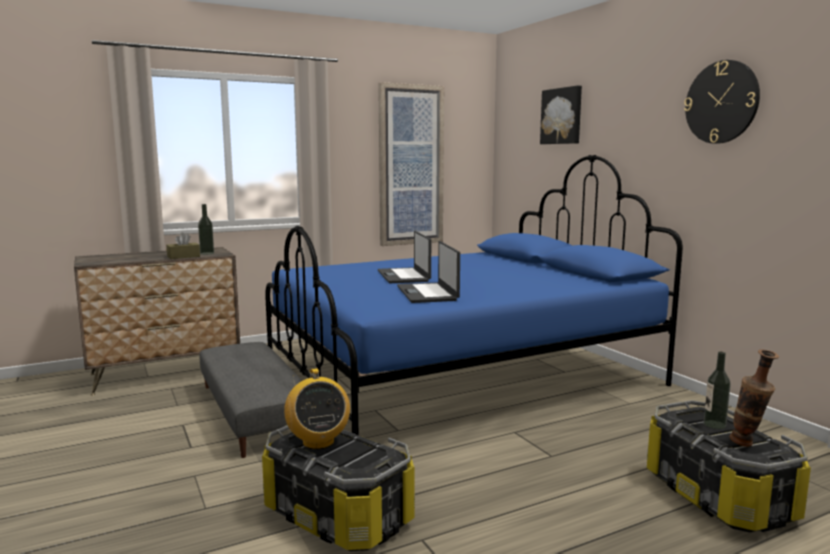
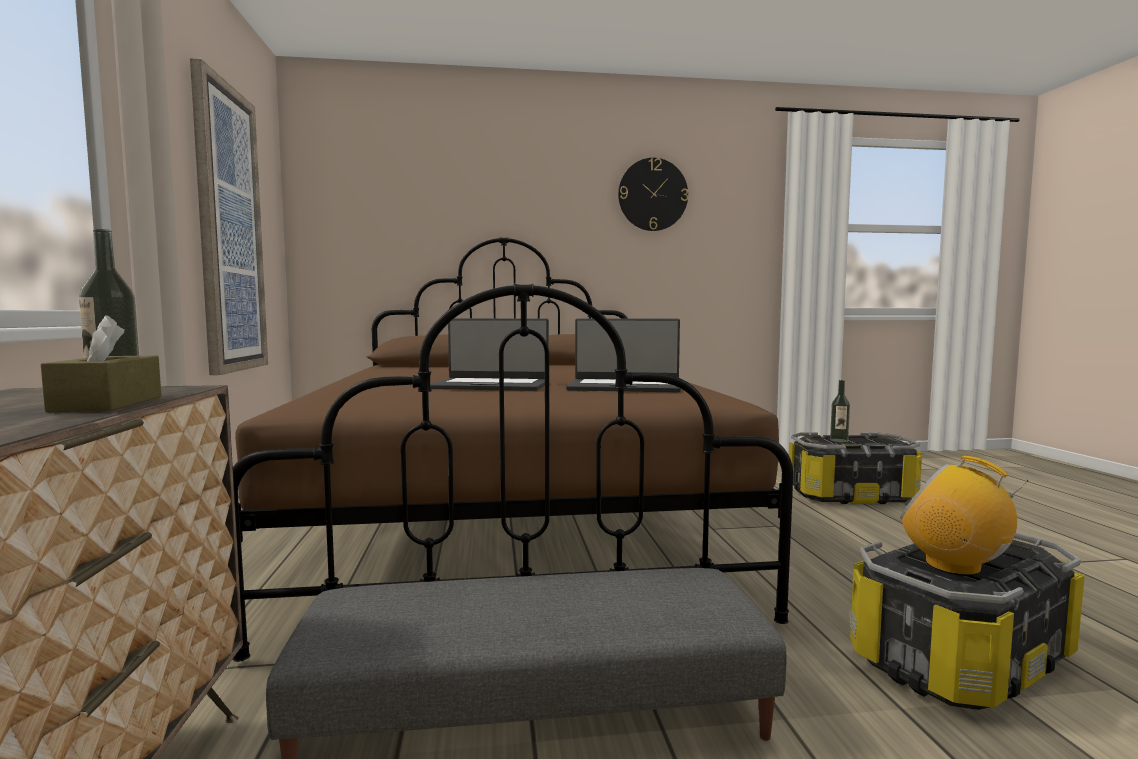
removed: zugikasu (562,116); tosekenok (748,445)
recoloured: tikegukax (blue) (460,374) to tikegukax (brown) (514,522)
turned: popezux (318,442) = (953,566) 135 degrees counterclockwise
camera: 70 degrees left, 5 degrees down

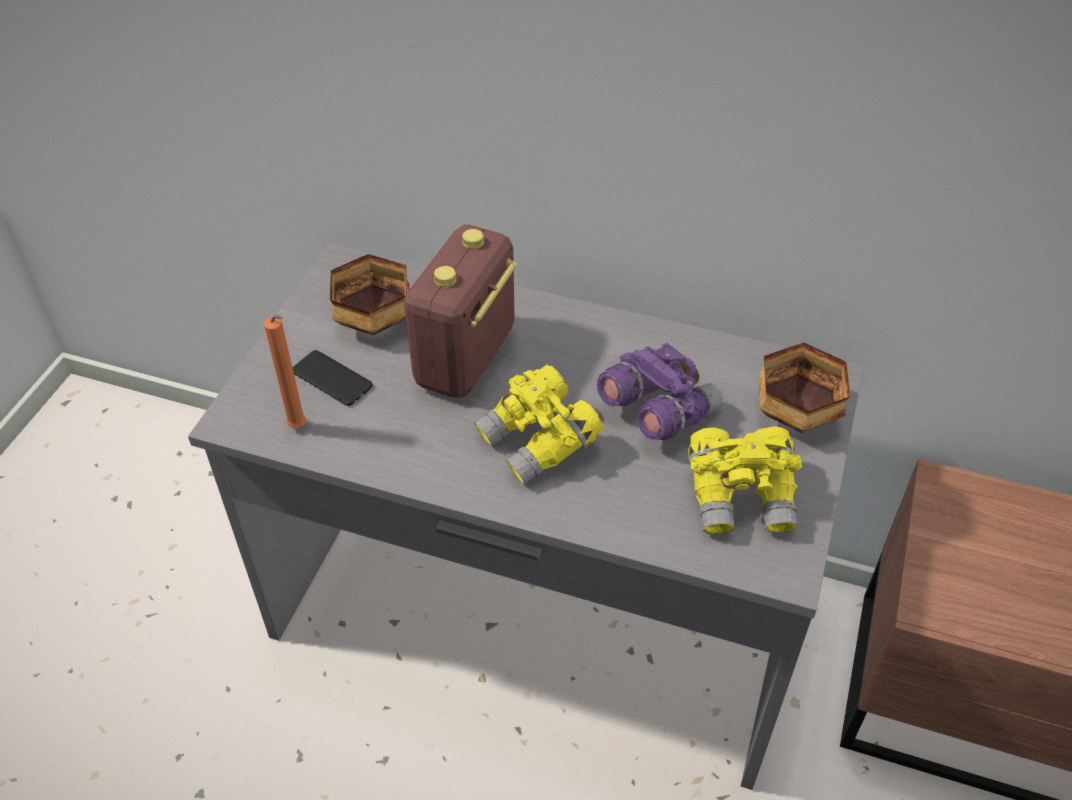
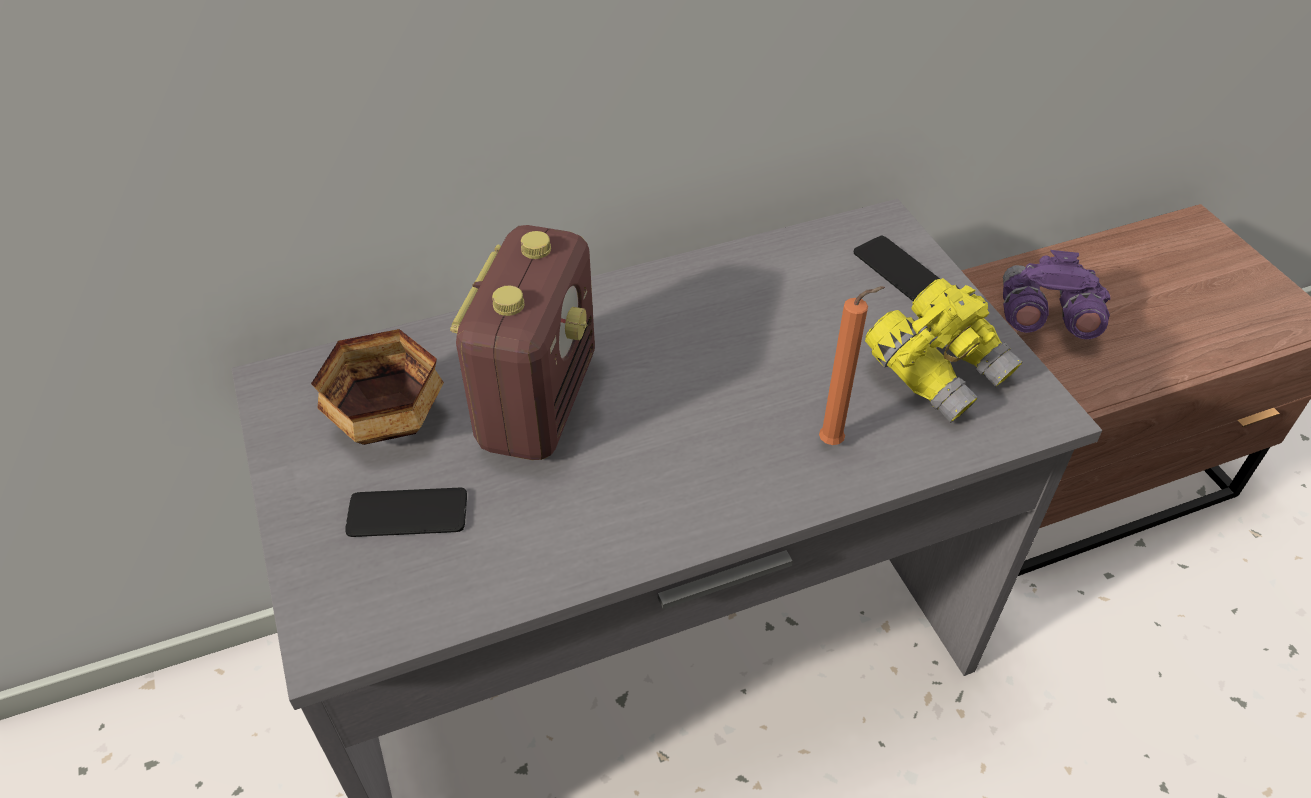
removed: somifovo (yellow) (539,442)
moved: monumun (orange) (299,428) to (835,442); somifovo (purple) (656,411) to (1043,320)
replaced: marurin (799,414) to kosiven (898,270)
turned: popezux (465,358) = (537,400) 150 degrees counterclockwise
camera: 40 degrees left, 0 degrees up

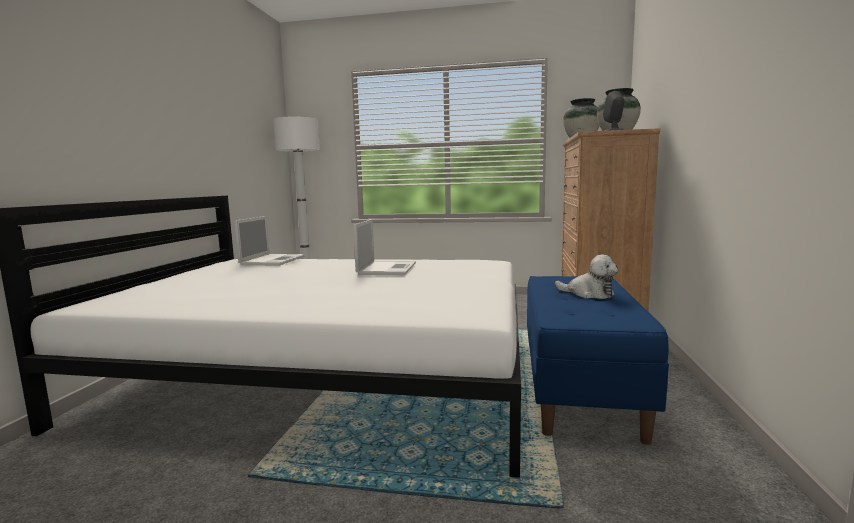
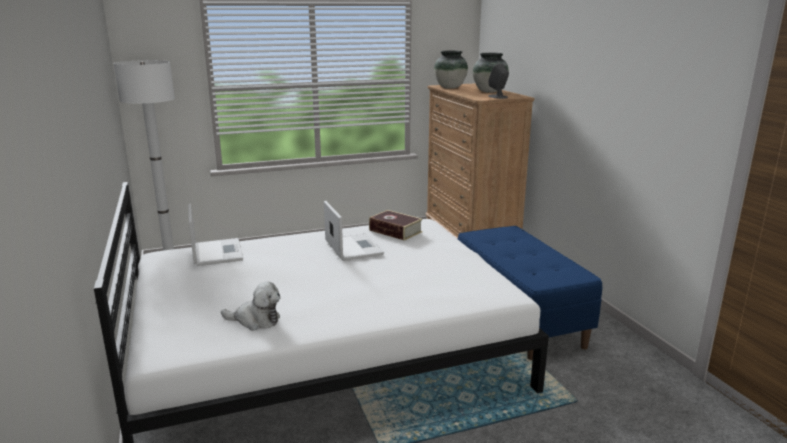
added: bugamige (395,231)
moved: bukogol (589,294) to (255,320)
camera: 30 degrees left, 10 degrees up

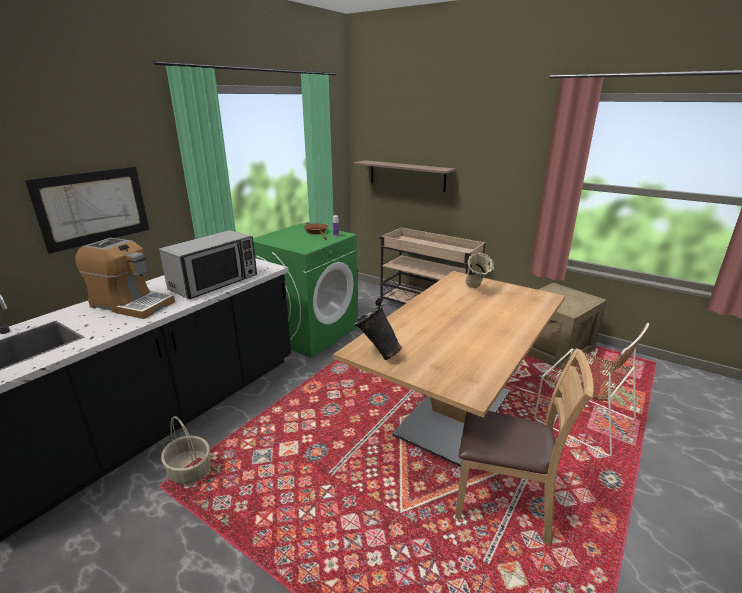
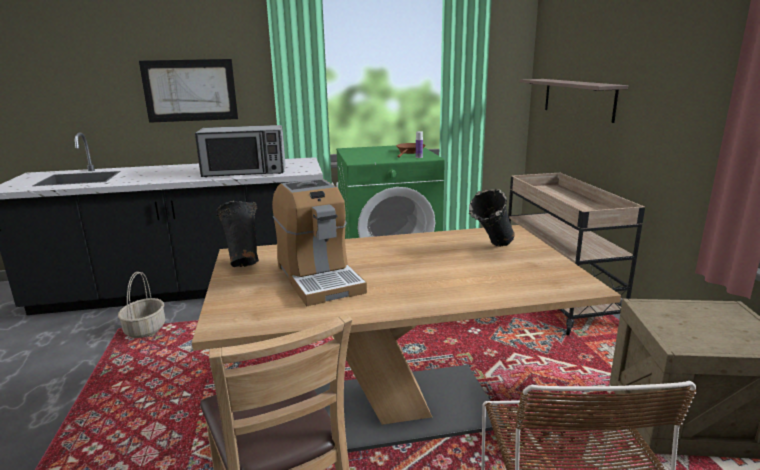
moved: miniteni (131,304) to (318,278)
recoloured: tosekenok (beige) (475,291) to tosekenok (black) (491,249)
camera: 45 degrees right, 5 degrees down

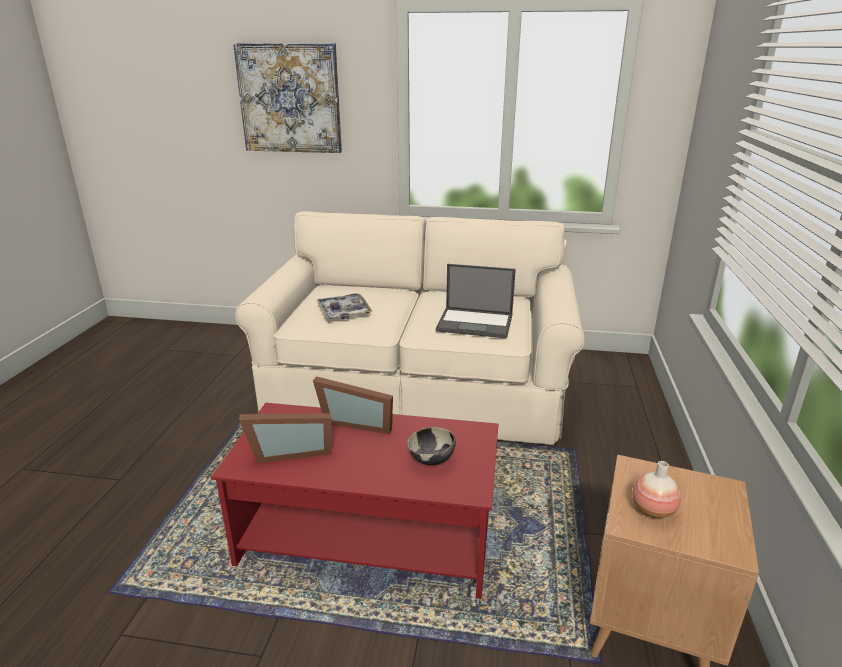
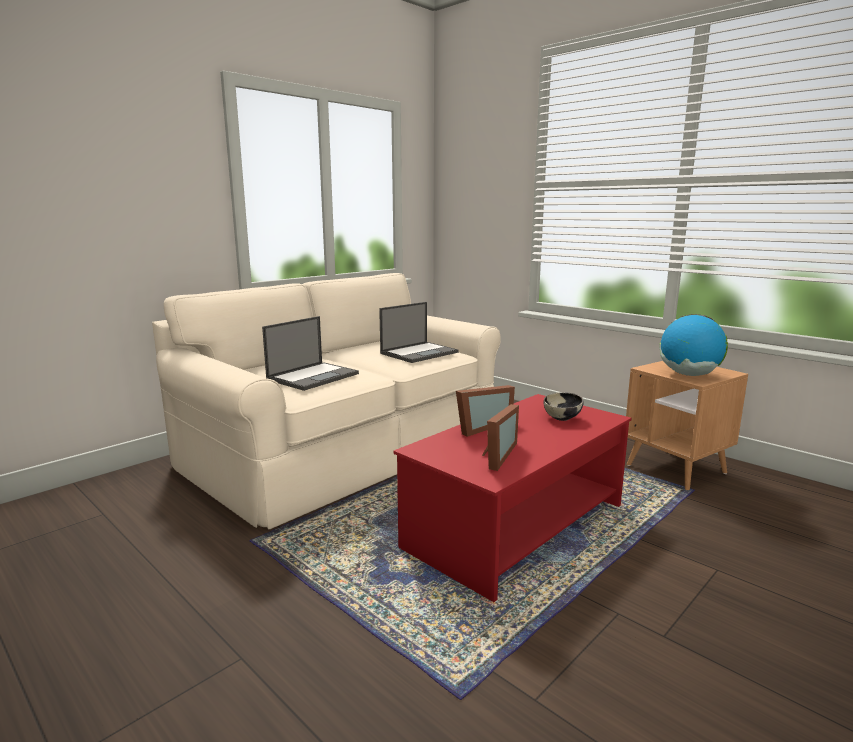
removed: zugikasu (290,98)
replaced: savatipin (344,312) to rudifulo (313,376); tosekenok (653,510) to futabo (689,375)
camera: 55 degrees left, 10 degrees down

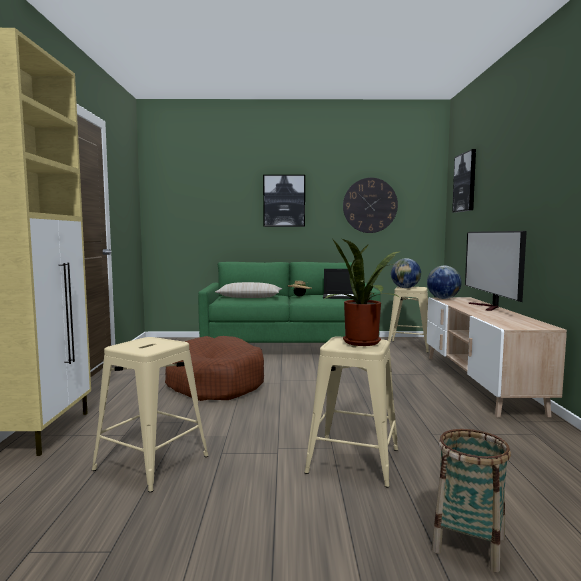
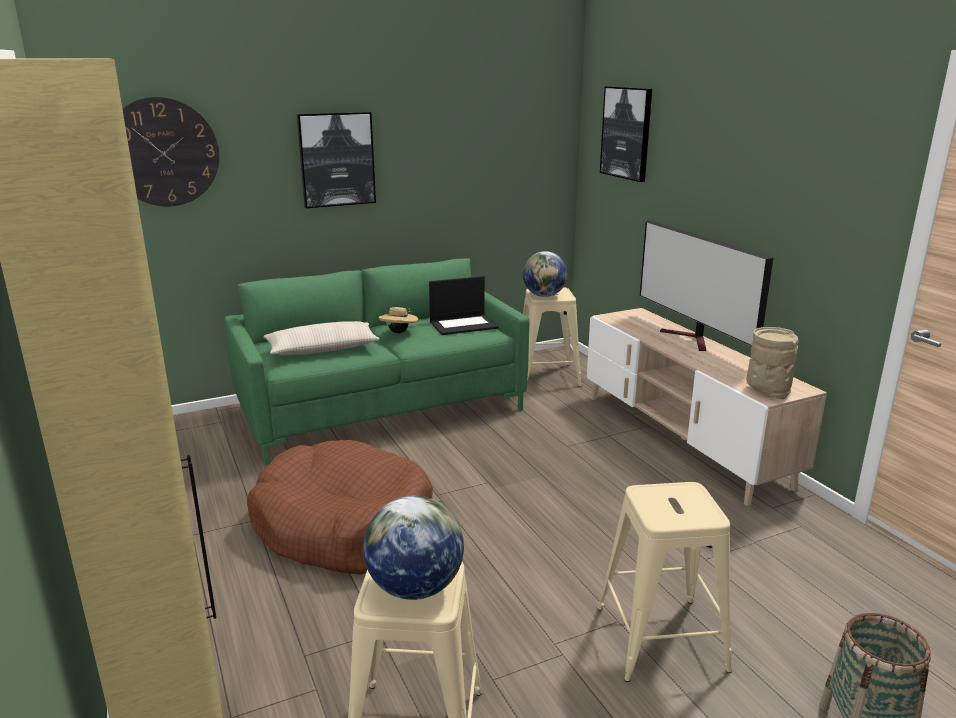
removed: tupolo (364,343)
added: tosekenok (beige) (767,390)
moved: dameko (370,205) to (163,152); futabo (443,298) to (415,588)
camera: 25 degrees left, 15 degrees up

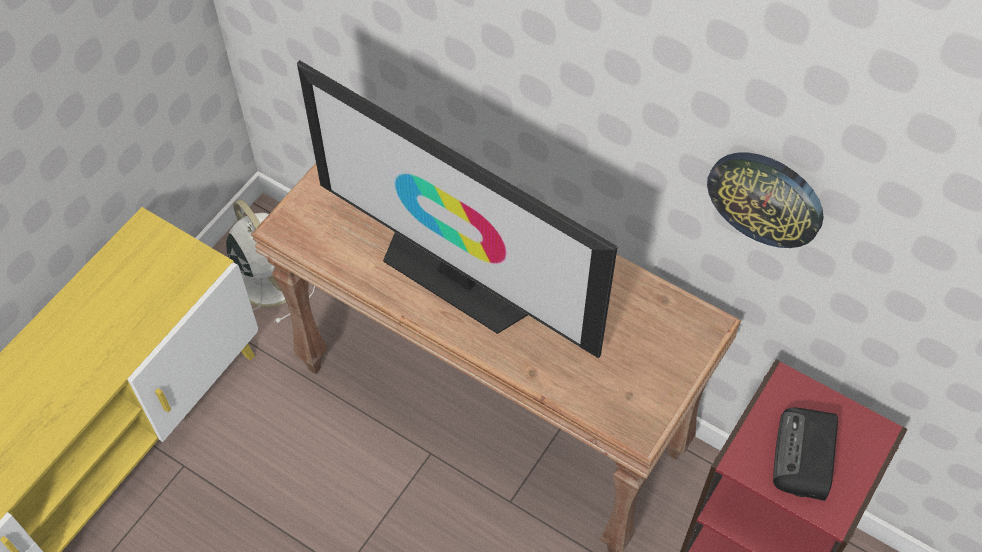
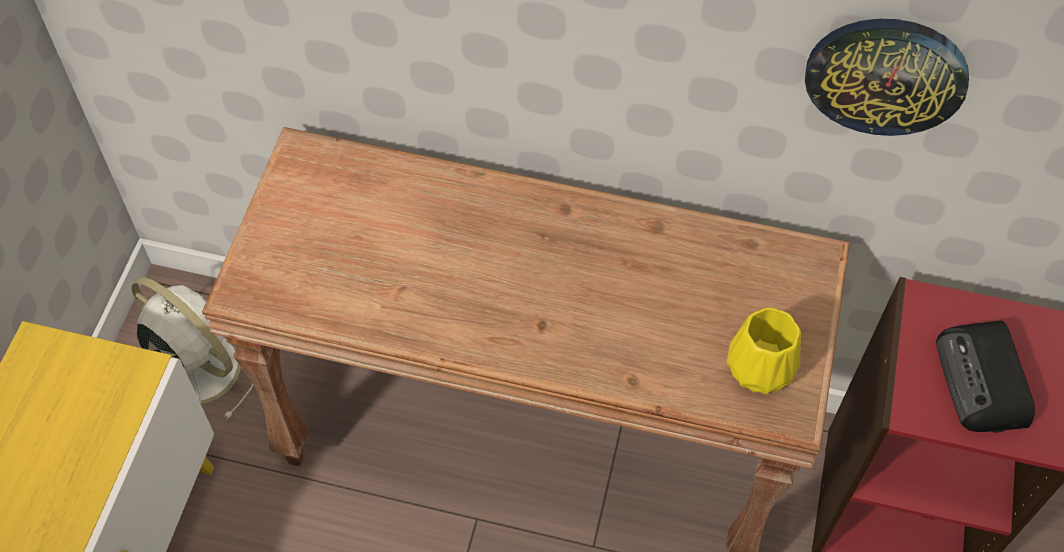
removed: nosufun (458,276)
added: tosekenok (yellow) (760,366)
camera: 20 degrees left, 0 degrees up

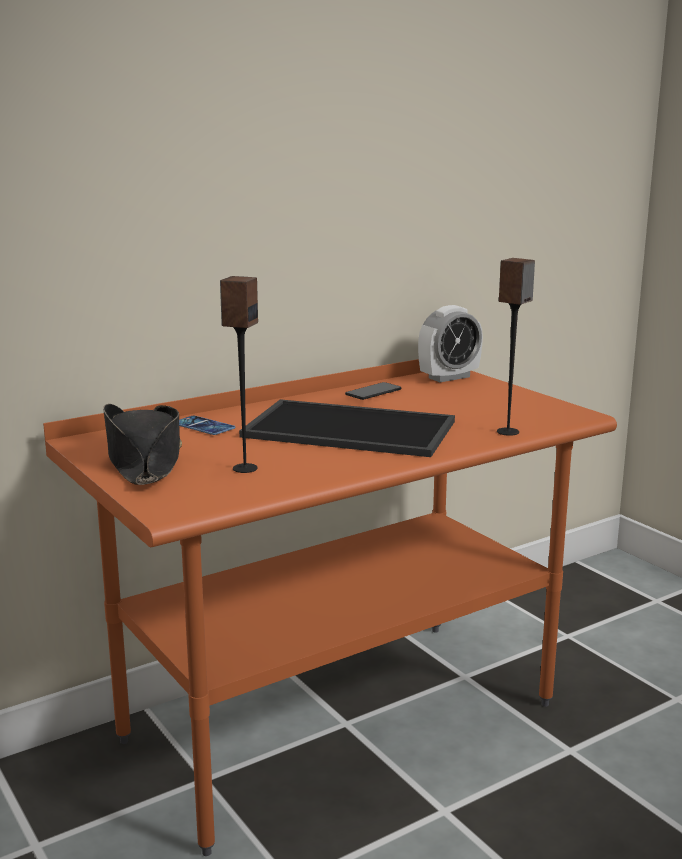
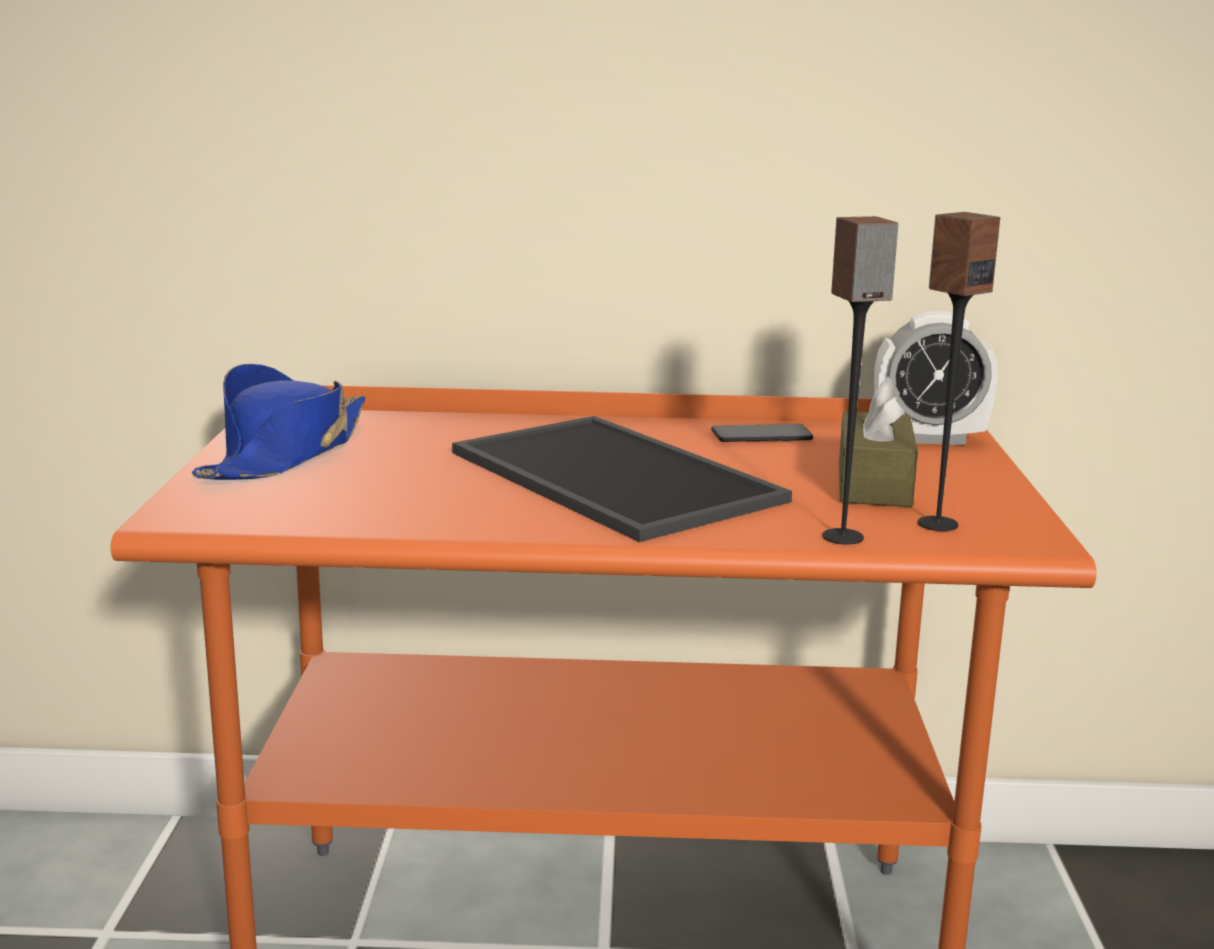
removed: kosiven (203,426)
added: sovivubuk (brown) (874,484)
moved: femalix (244,468) to (937,524)
recoloured: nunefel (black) (144,460) to nunefel (blue) (286,454)
camera: 35 degrees right, 0 degrees up

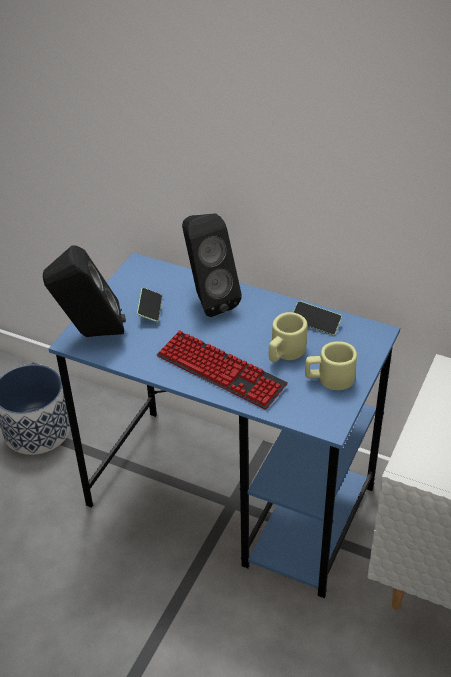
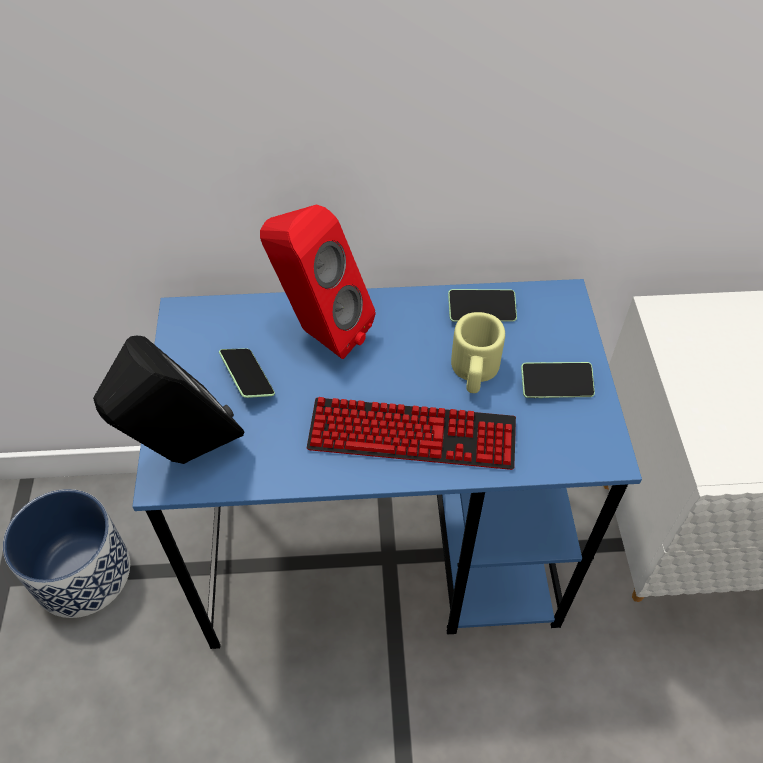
replaced: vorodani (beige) (329,378) to kosiven (556,386)
recoloured: femalix (black) (208,300) to femalix (red) (319,332)
camera: 30 degrees left, 10 degrees up

